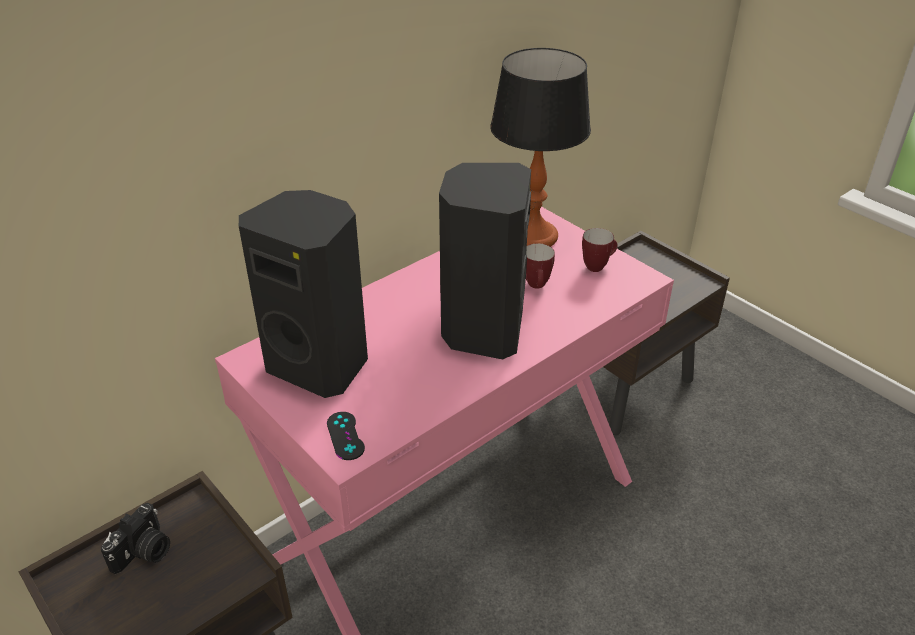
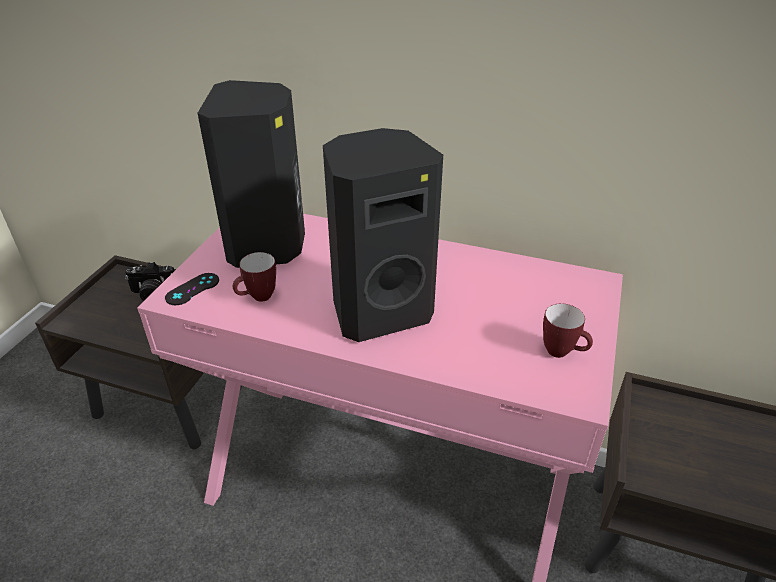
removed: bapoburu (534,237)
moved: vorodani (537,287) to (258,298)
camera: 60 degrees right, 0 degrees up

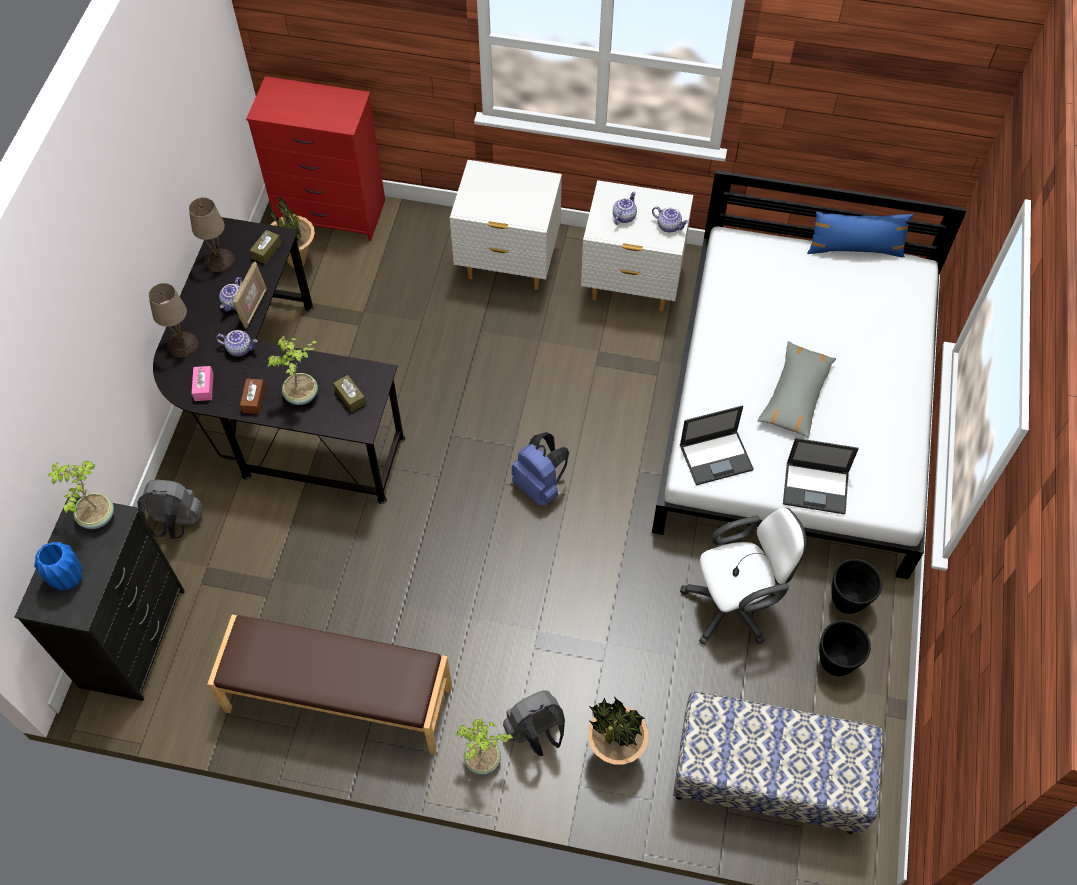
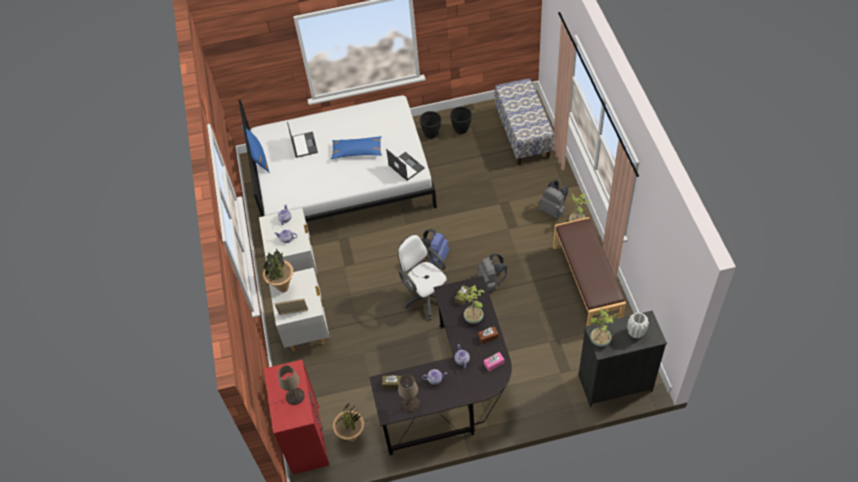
moved: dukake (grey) (176,523) to (491,282); bapoburu (beige) (181,344) to (295,396); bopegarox (254,308) to (293,313); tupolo (614,752) to (283,288); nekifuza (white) (735,605) to (426,296); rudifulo (816,488) to (304,144)
recoloured: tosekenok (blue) (68,578) to tosekenok (white) (635,332); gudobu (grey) (795,395) to gudobu (blue) (357,151)
camera: 110 degrees left, 5 degrees down

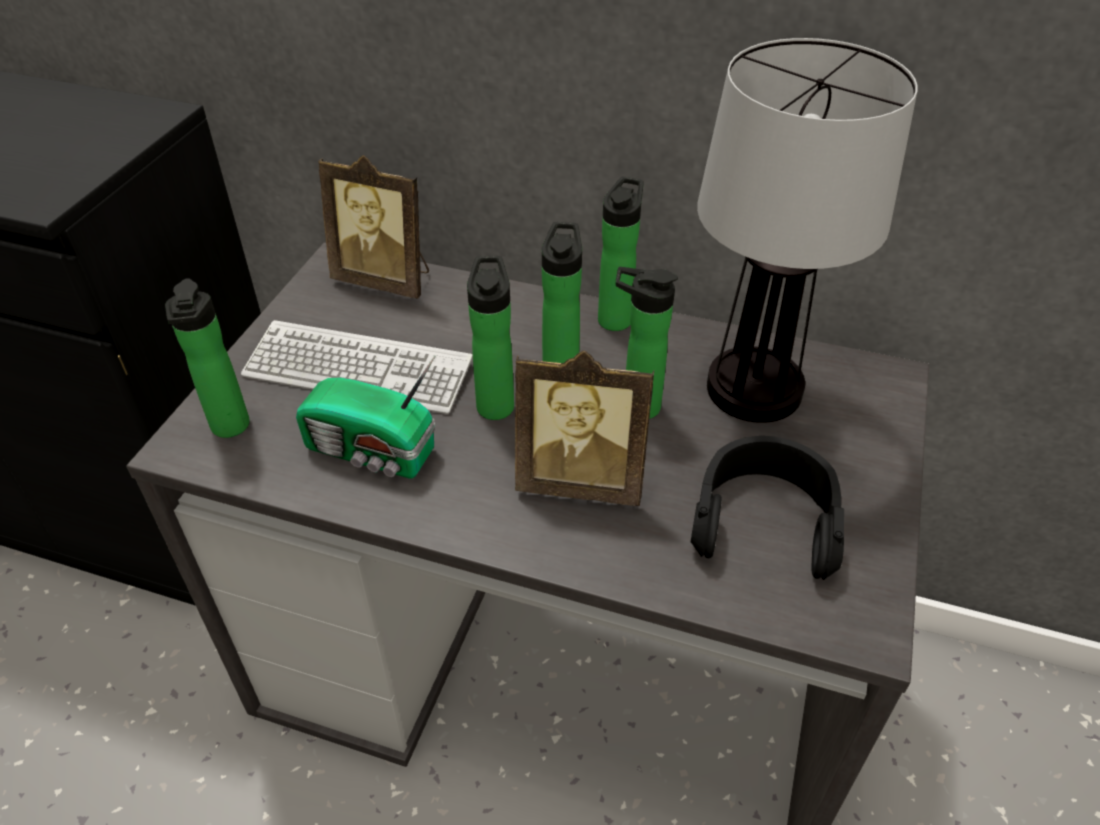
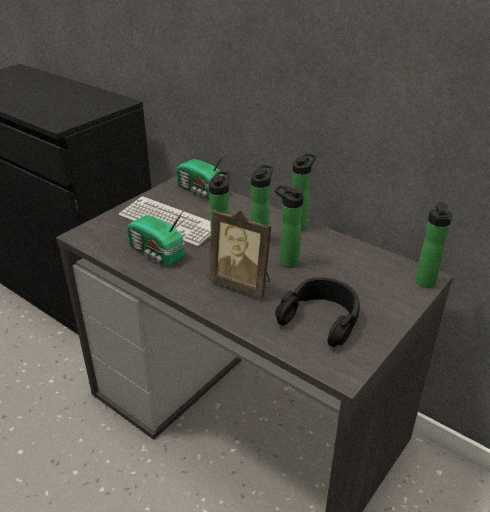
removed: bapoburu (756,390)
moved: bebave (230,429) to (425,284)
replaced: bopegarox (385,280) to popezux (201,191)
camera: 20 degrees right, 10 degrees down

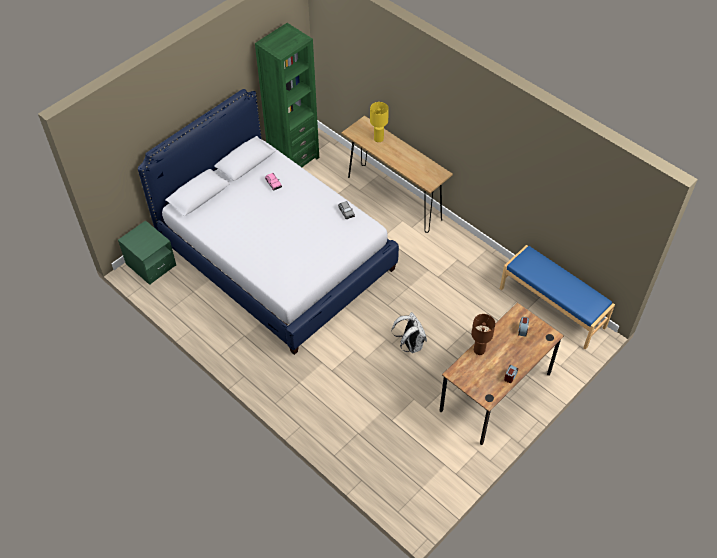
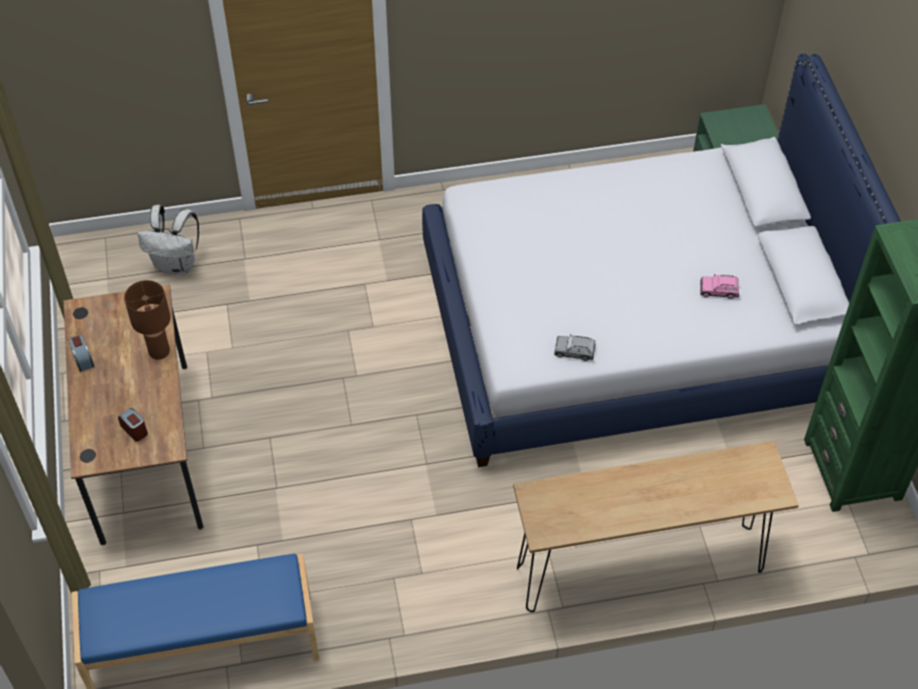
removed: bapoburu (yellow) (379,139)
moved: dukake (white) (410,344) to (177,264)
camera: 125 degrees right, 0 degrees up

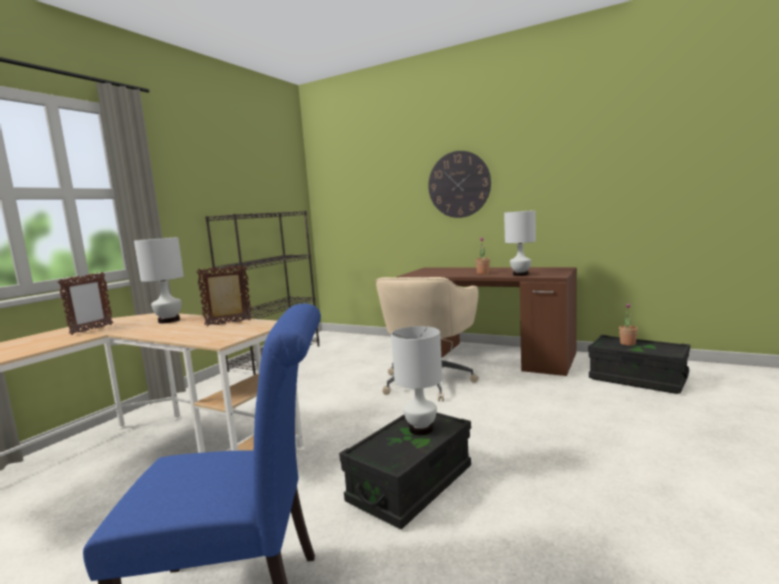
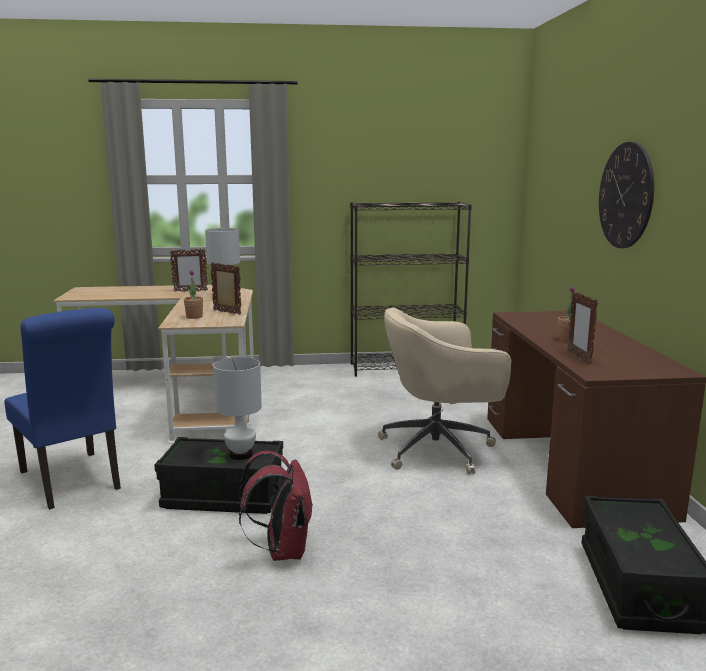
added: dukake (red) (282,550)
moved: tupolo (627,343) to (194,317)
replaced: bapoburu (white) (521,274) to bopegarox (579,357)
camera: 55 degrees right, 5 degrees up

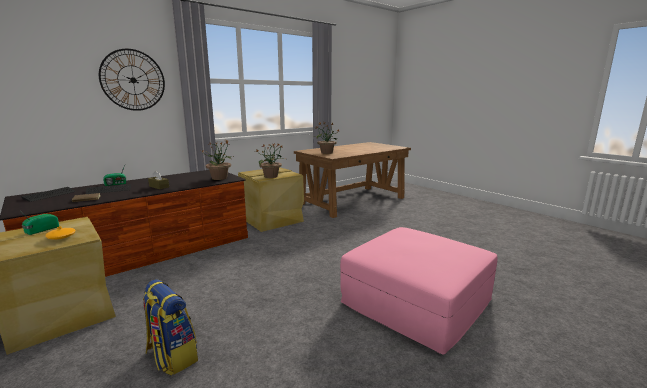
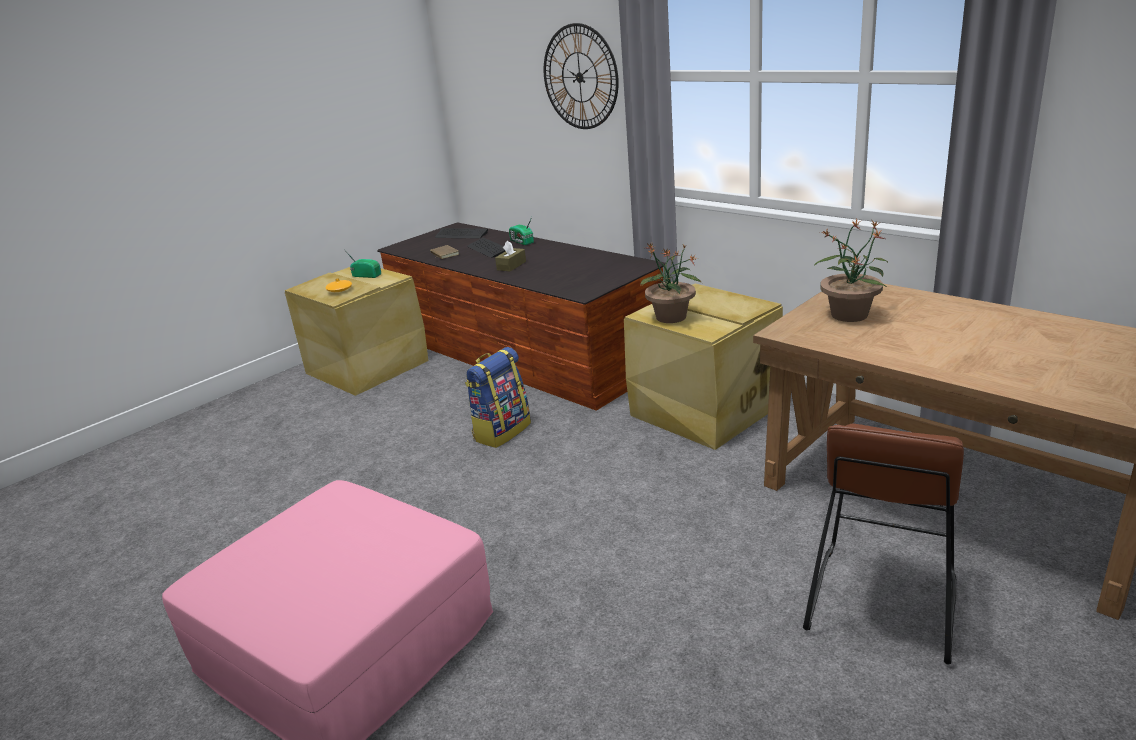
removed: tupolo (220,178)
added: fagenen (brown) (880,602)
moved: dukake (171,356) to (501,431)
camera: 85 degrees right, 10 degrees up

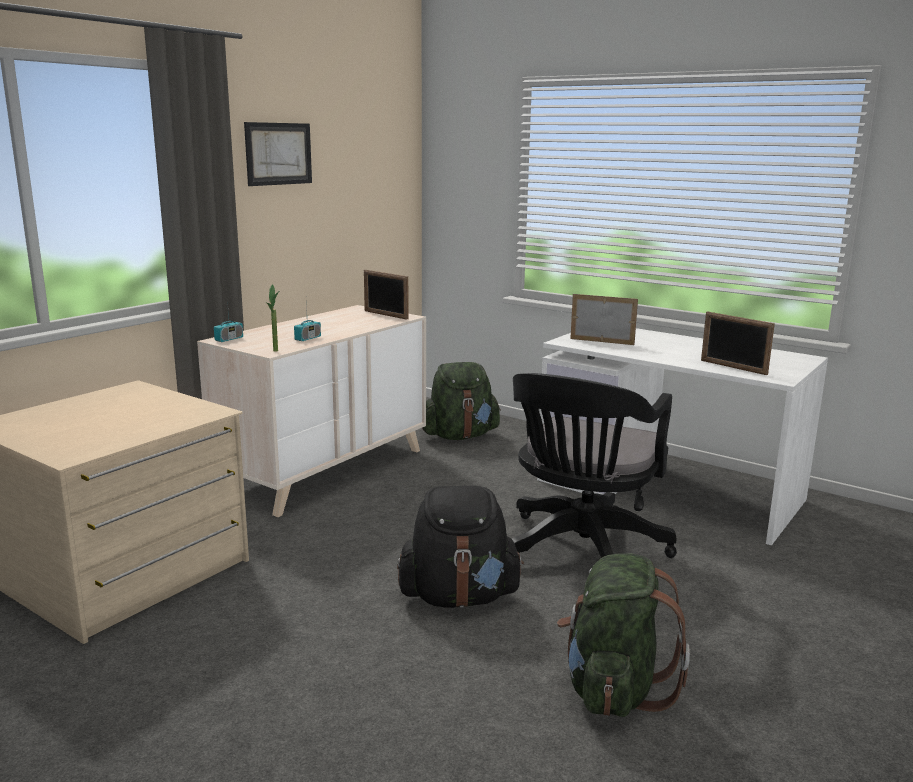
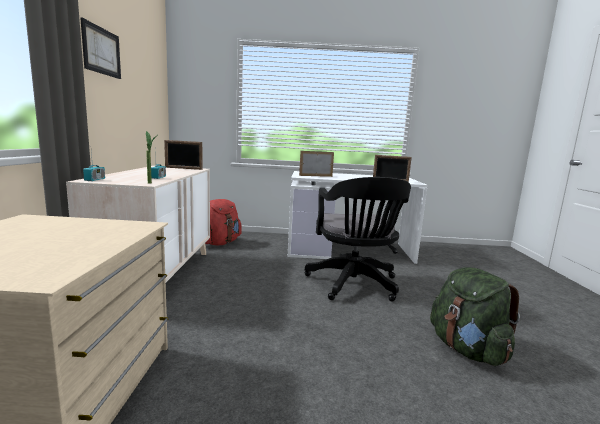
removed: dukake (black) (459,597)
recoloured: dukake (green) (460,436) to dukake (red) (219,243)
camera: 35 degrees left, 5 degrees down

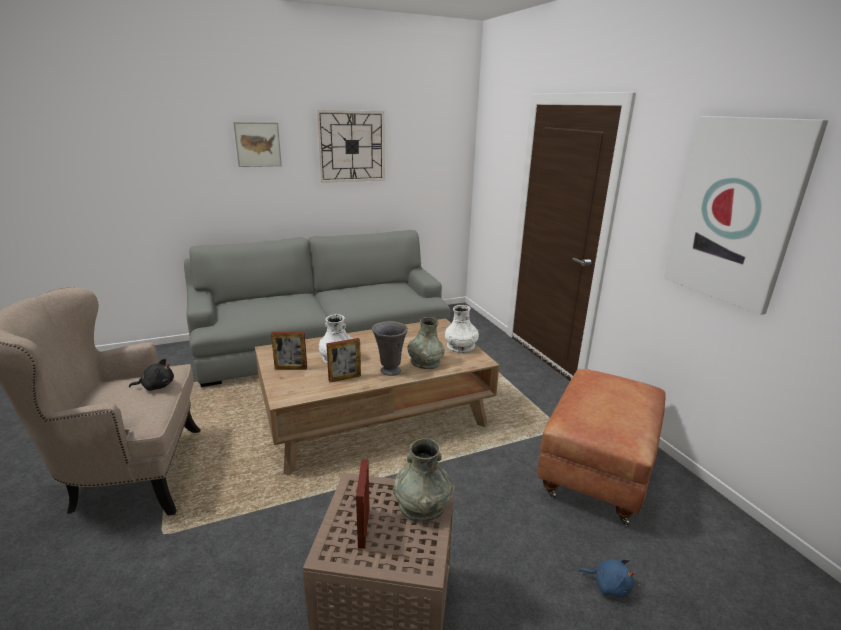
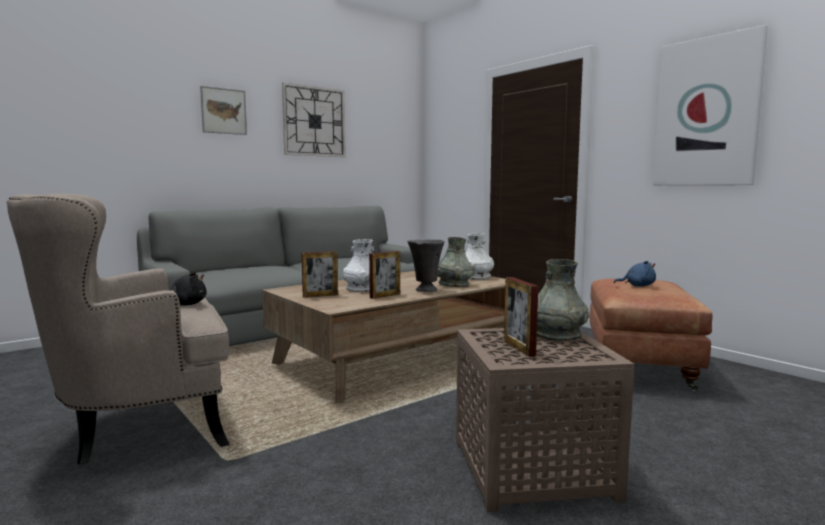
moved: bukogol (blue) (608,585) to (637,286)
camera: 15 degrees left, 15 degrees down

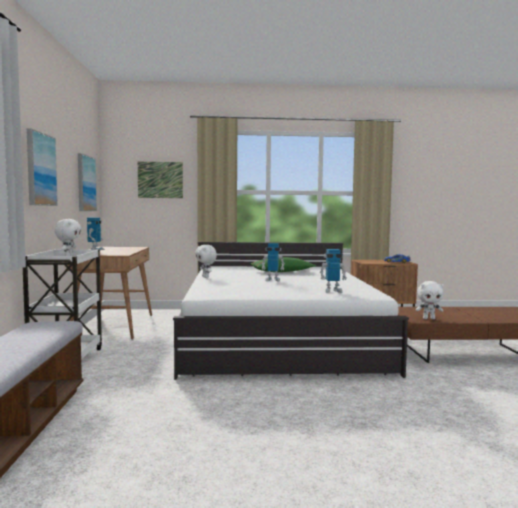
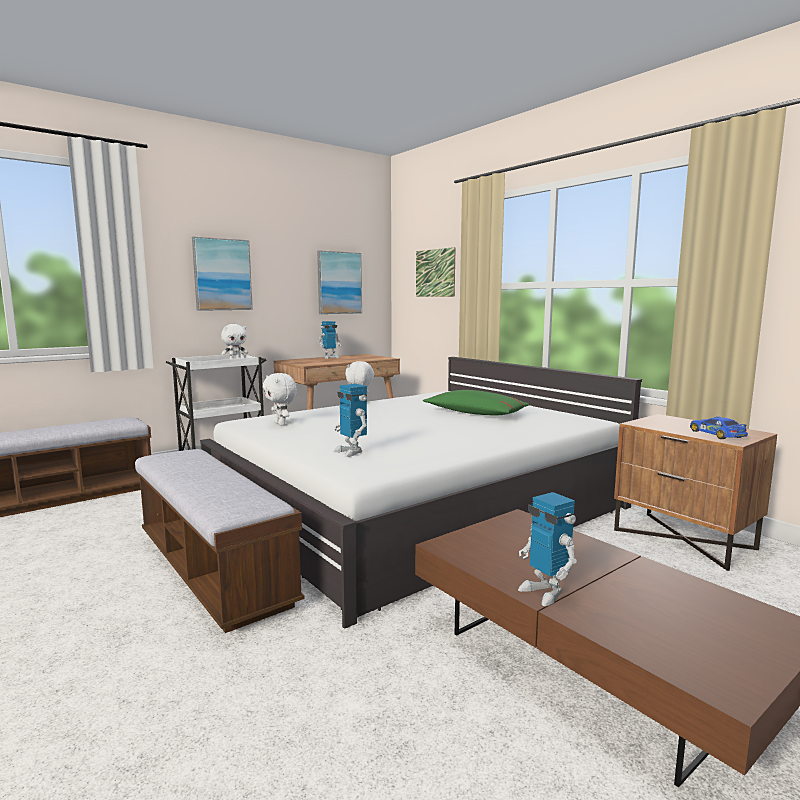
added: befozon (212,568)
moved: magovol (272,280) to (545,592); bukogol (white) (429,318) to (281,424)
camera: 55 degrees right, 5 degrees up

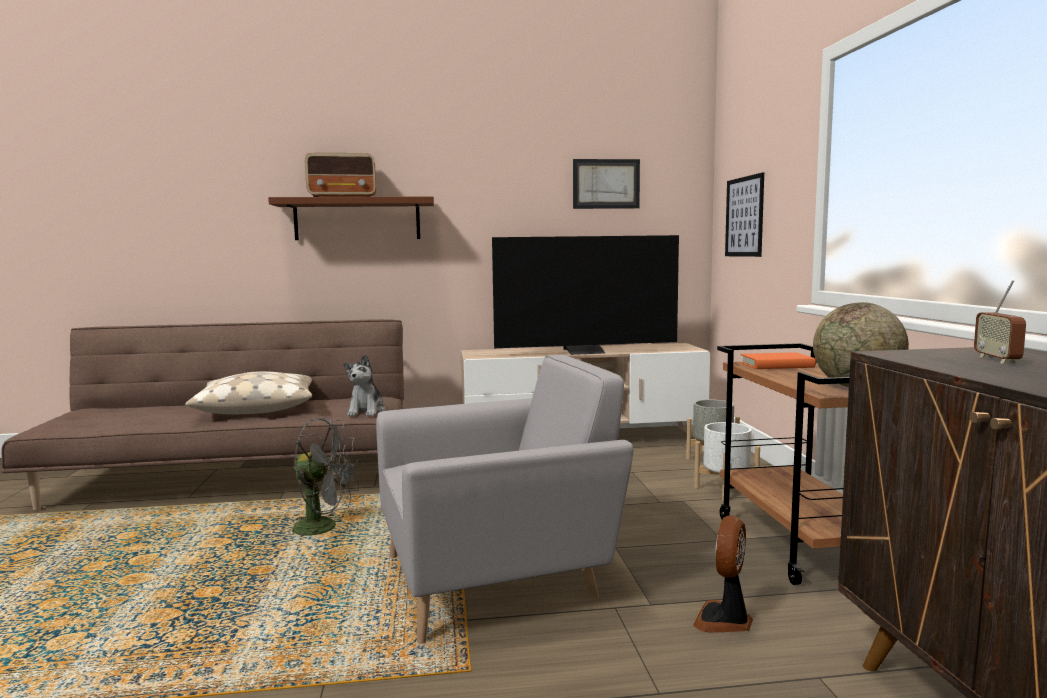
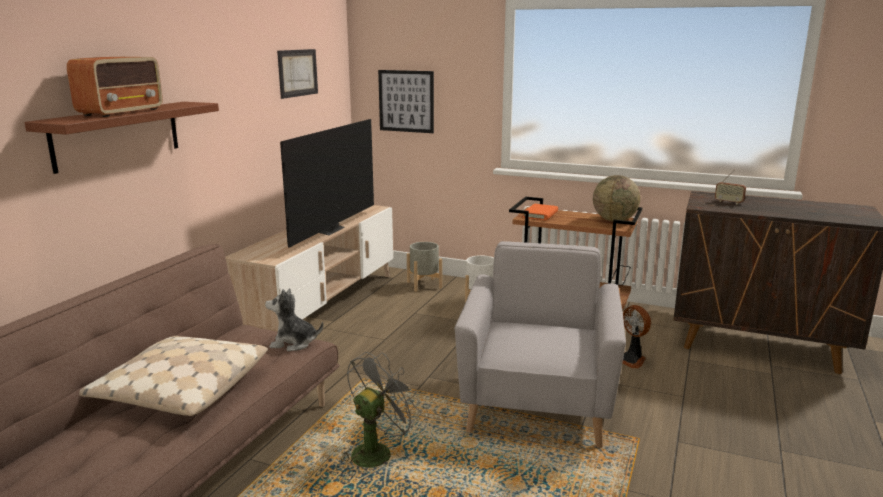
turned: bukogol (366,411) = (293,343) 150 degrees clockwise
camera: 60 degrees left, 10 degrees up

